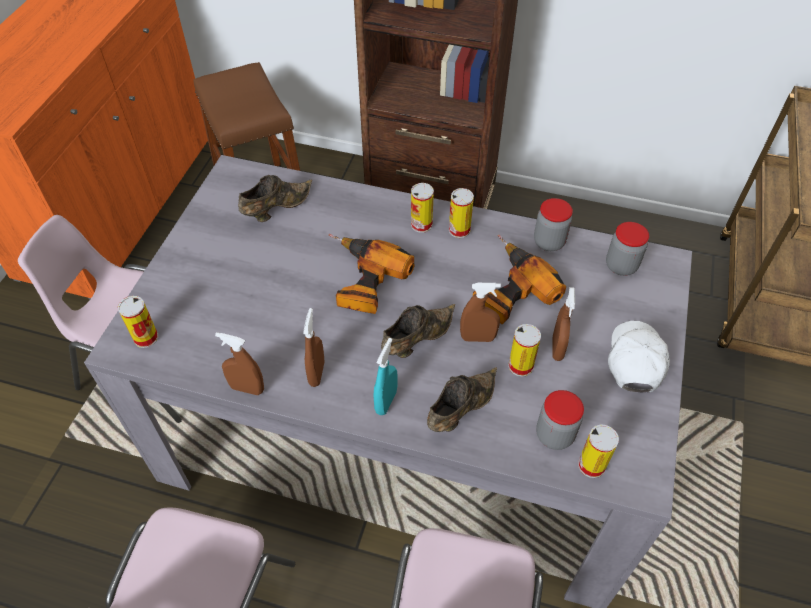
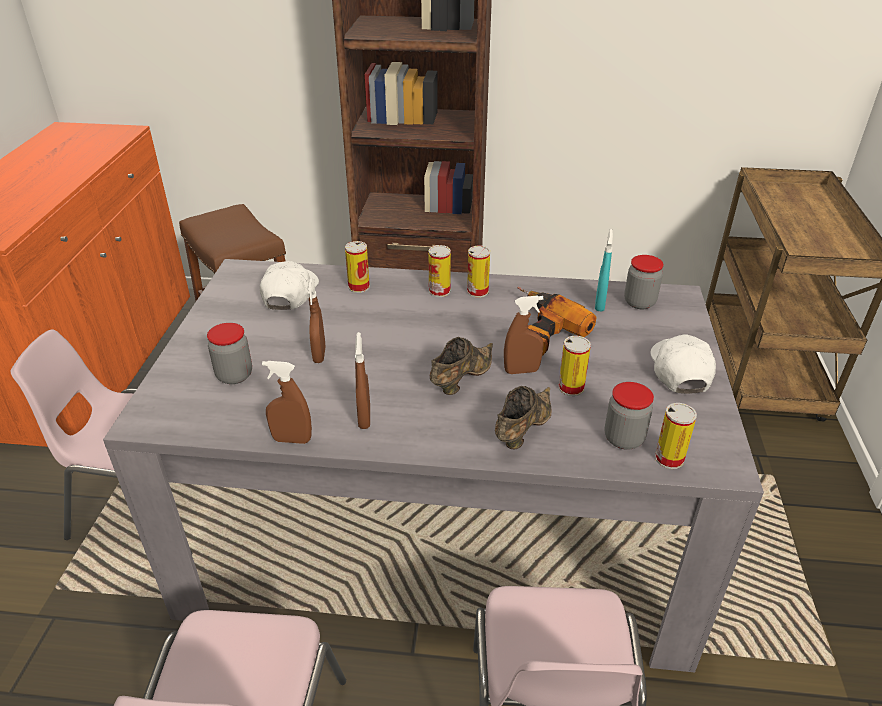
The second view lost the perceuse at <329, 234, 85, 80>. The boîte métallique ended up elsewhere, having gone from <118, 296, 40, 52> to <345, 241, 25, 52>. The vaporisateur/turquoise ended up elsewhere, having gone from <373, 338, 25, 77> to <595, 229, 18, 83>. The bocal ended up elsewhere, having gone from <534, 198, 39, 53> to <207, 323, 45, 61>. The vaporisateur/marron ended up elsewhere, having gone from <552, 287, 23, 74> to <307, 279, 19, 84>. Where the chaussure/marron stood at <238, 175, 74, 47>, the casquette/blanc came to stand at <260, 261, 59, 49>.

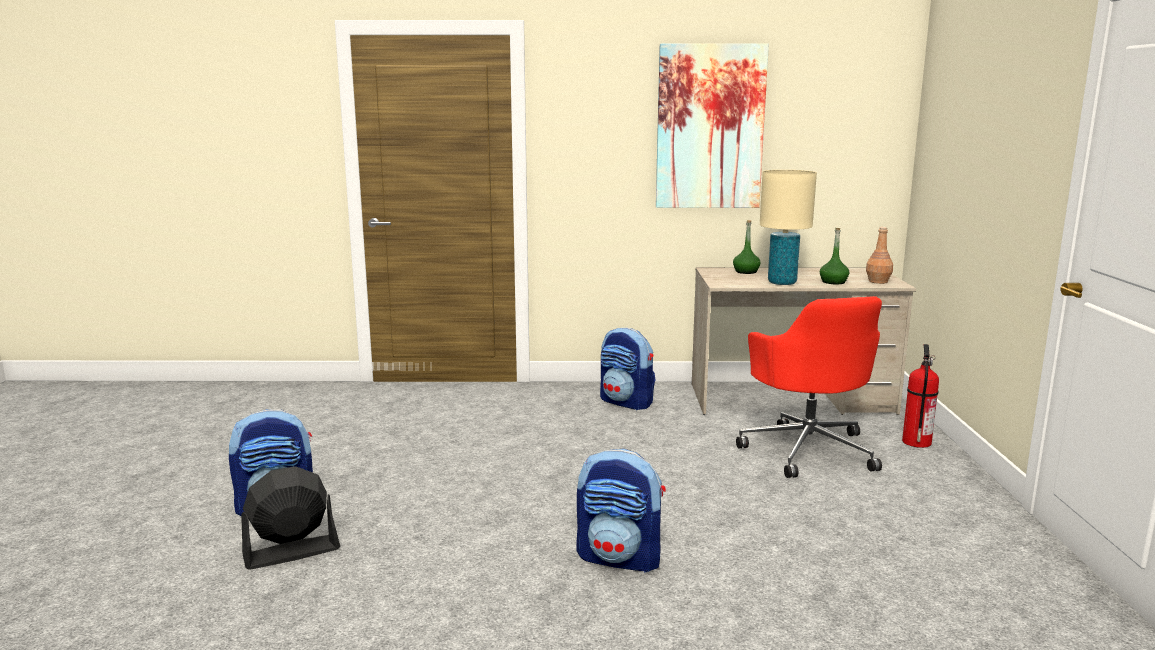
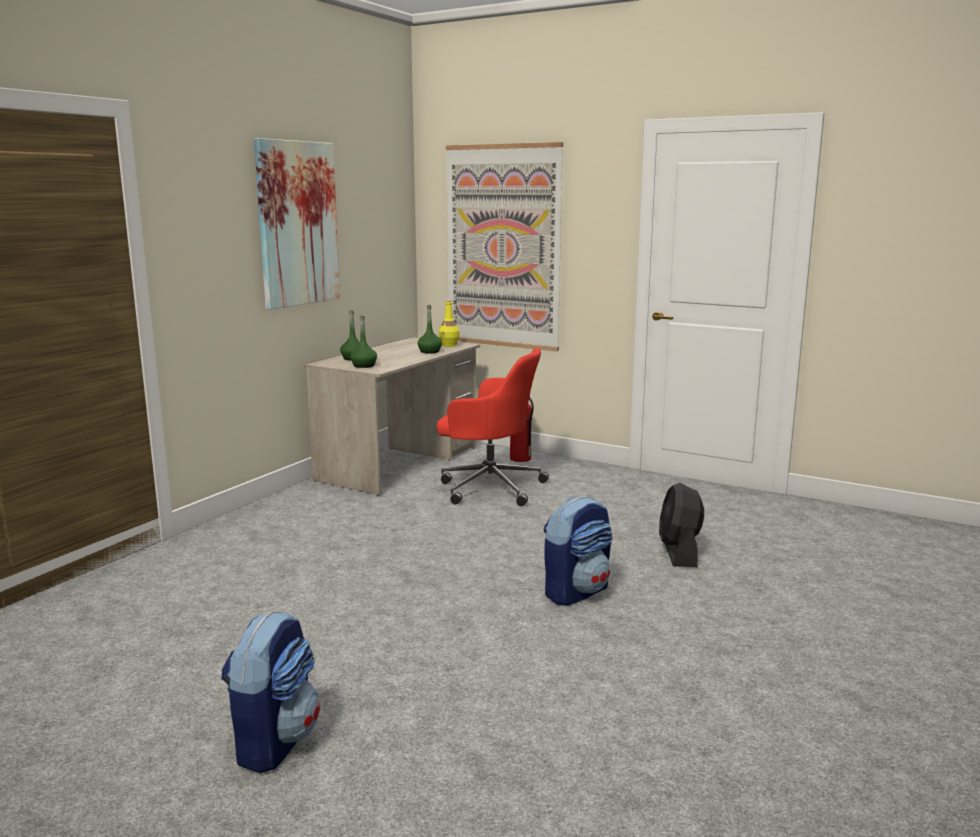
The second view lost the sac à dos at <600, 328, 55, 82>. The second view lost the lampe de table/beige at <760, 170, 57, 115>. The second view gained the bouteille/vert at <350, 315, 27, 53>. The second view gained the tableau at <446, 142, 117, 209>. The ventilateur/noir ended up elsewhere, having gone from <241, 466, 99, 104> to <659, 483, 45, 84>. What was the bouteille/marron at <866, 227, 27, 57> turned into the bouteille/jaune at <439, 300, 21, 47>.

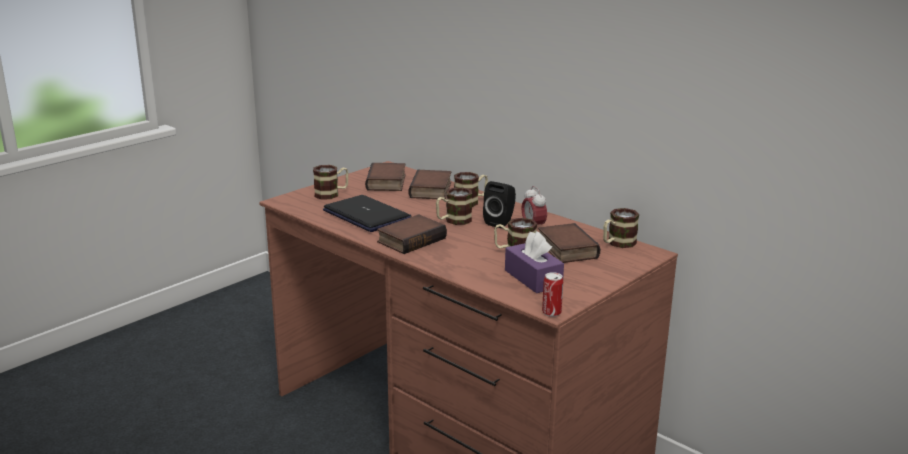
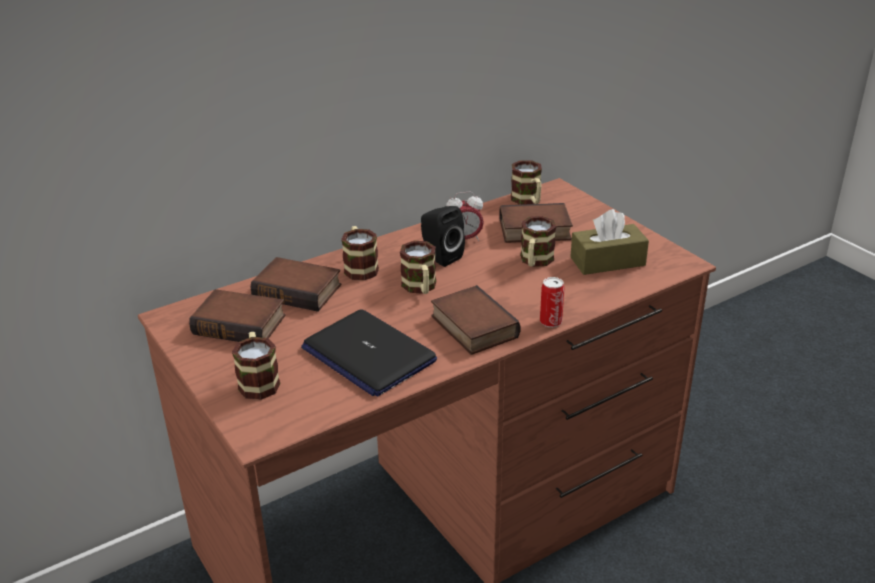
The boîte métallique ended up elsewhere, having gone from <542, 272, 21, 45> to <540, 277, 25, 50>. What was the boîte à mouchoirs/violet at <505, 231, 59, 62> turned into the boîte à mouchoirs/marron at <570, 209, 79, 66>. The ordinateur portable at <323, 195, 88, 37> ended up facing another way, 105 degrees counterclockwise from before.

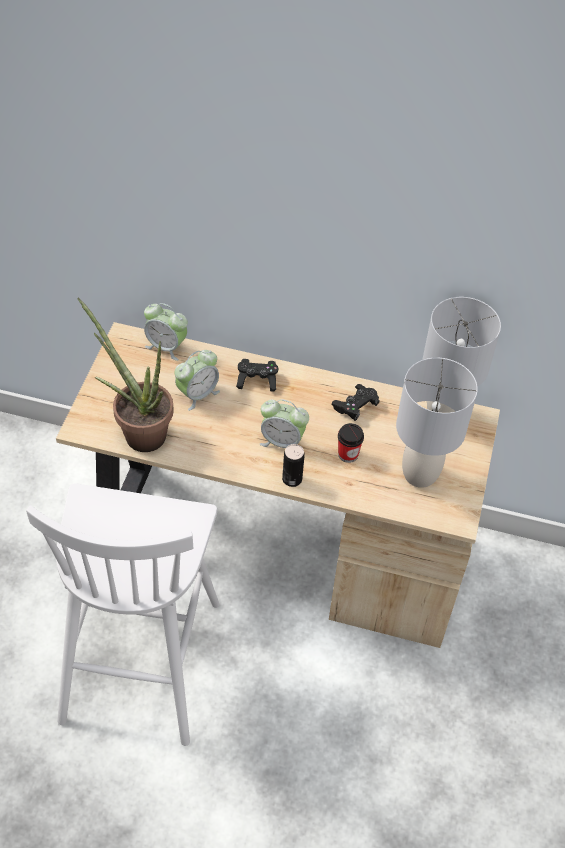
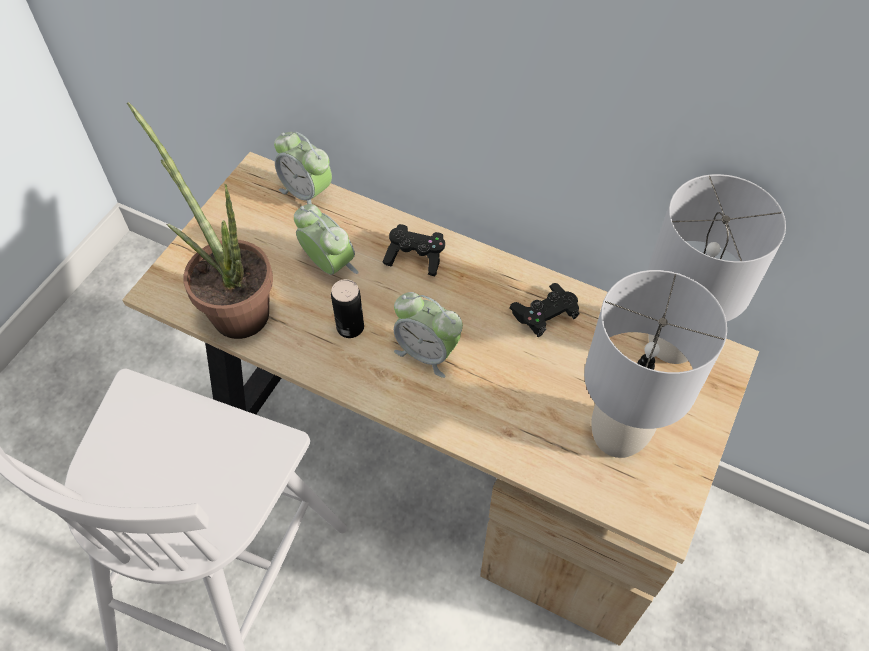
The second view lost the tasse at <338, 423, 26, 40>. The boîte métallique ended up elsewhere, having gone from <282, 444, 23, 43> to <331, 279, 33, 59>. The réveil at <175, 350, 45, 61> ended up facing another way, 105 degrees counterclockwise from before.

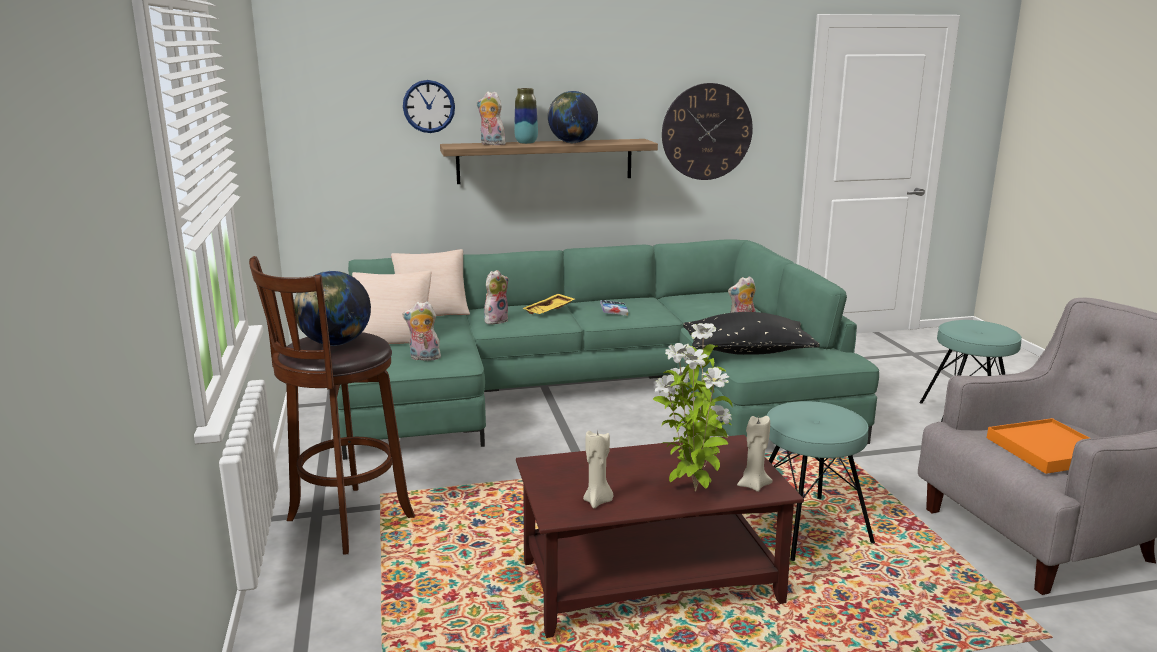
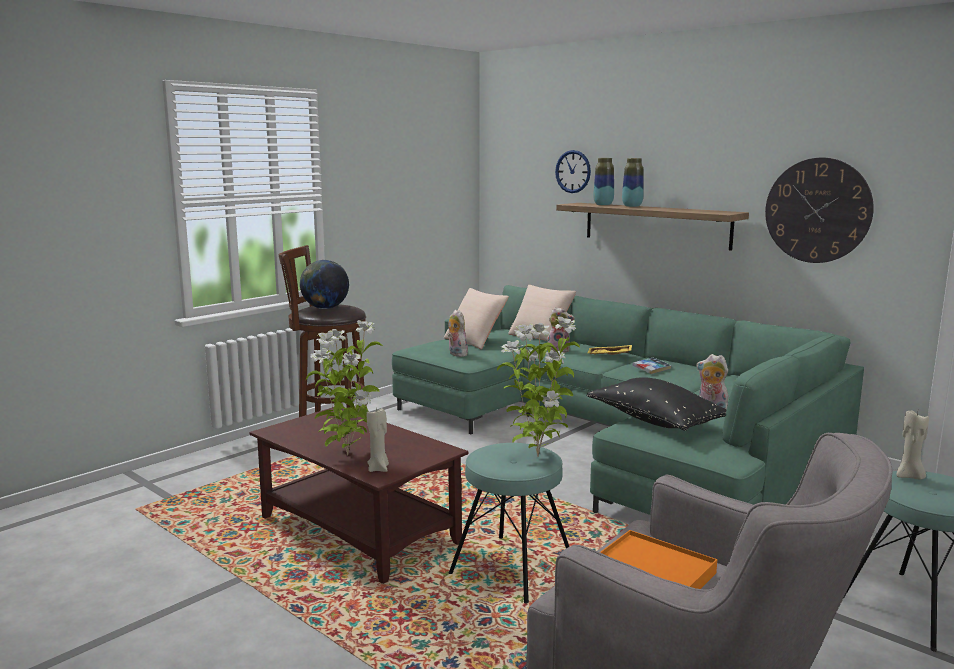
The second view lost the globe at <548, 91, 50, 52>. The second view gained the plante en pot at <497, 317, 83, 140>. The bougie/beige ended up elsewhere, having gone from <583, 431, 30, 77> to <897, 411, 32, 69>. Where the peluche stood at <477, 91, 29, 54>, the vase came to stand at <593, 158, 21, 48>.

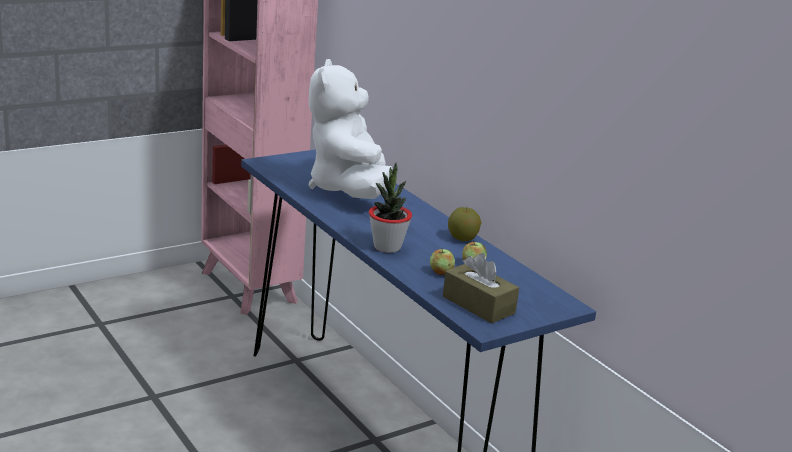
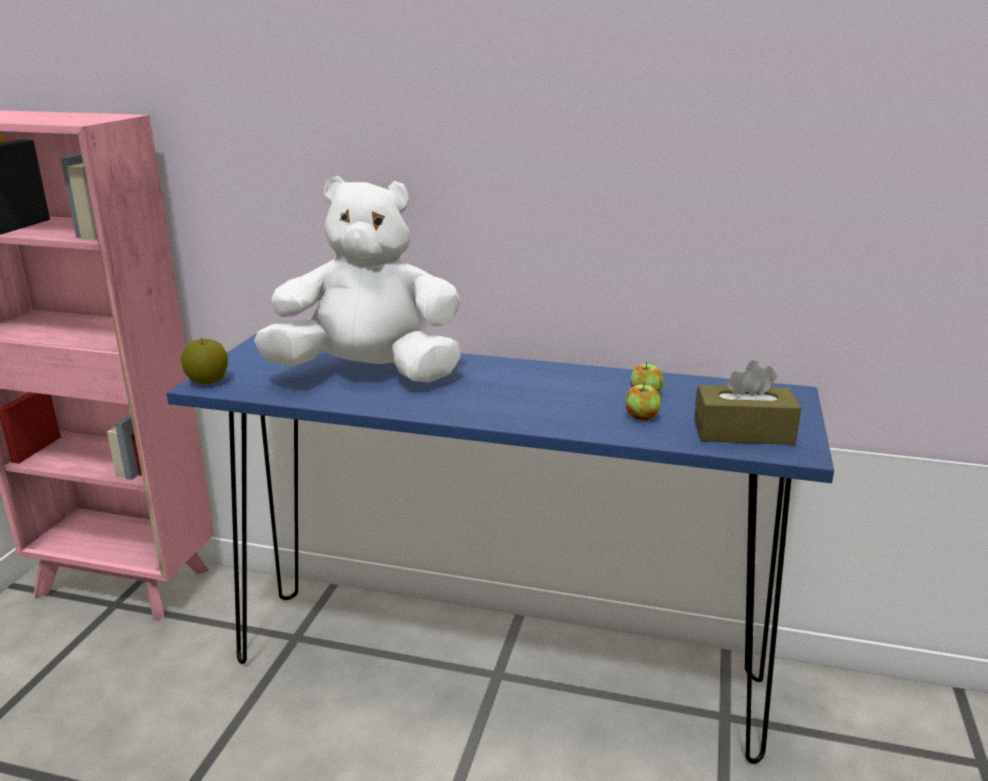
The second view lost the plante en pot at <369, 162, 43, 91>. The pomme ended up elsewhere, having gone from <448, 206, 34, 35> to <180, 337, 48, 47>. The peluche/blanc at <309, 59, 84, 140> ended up facing another way, 135 degrees clockwise from before.

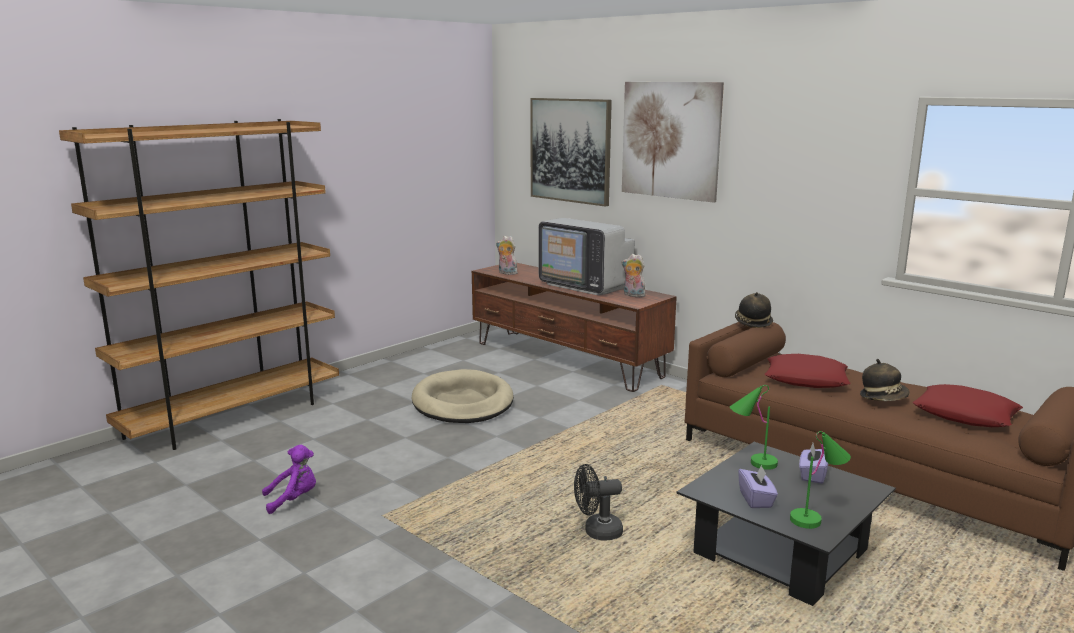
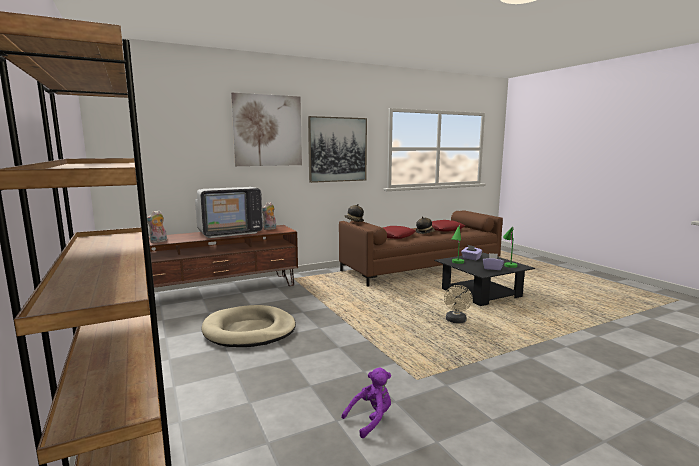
The tableau ended up elsewhere, having gone from <530, 98, 82, 109> to <308, 116, 59, 67>. What was the ventilateur/noir at <574, 464, 49, 76> turned into the ventilateur/beige at <444, 285, 29, 38>. The peluche/violet at <262, 445, 54, 69> ended up facing another way, 60 degrees clockwise from before.

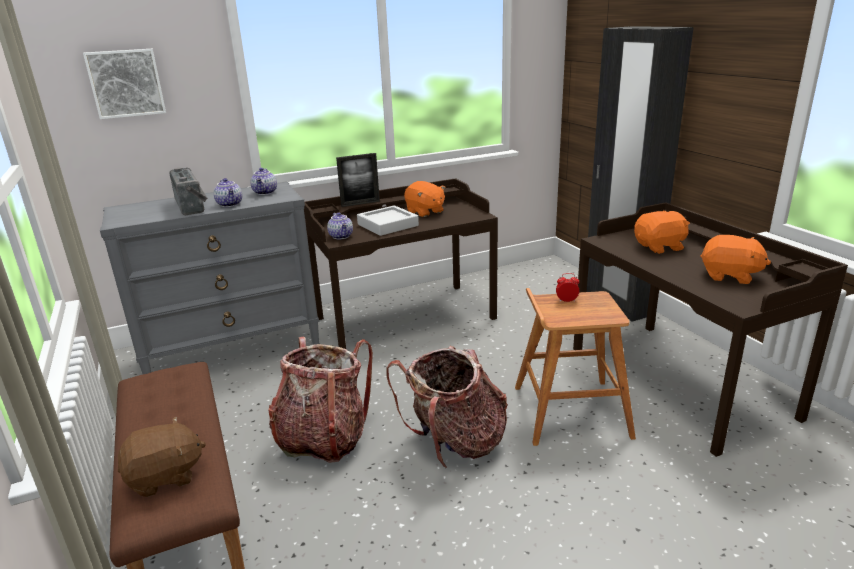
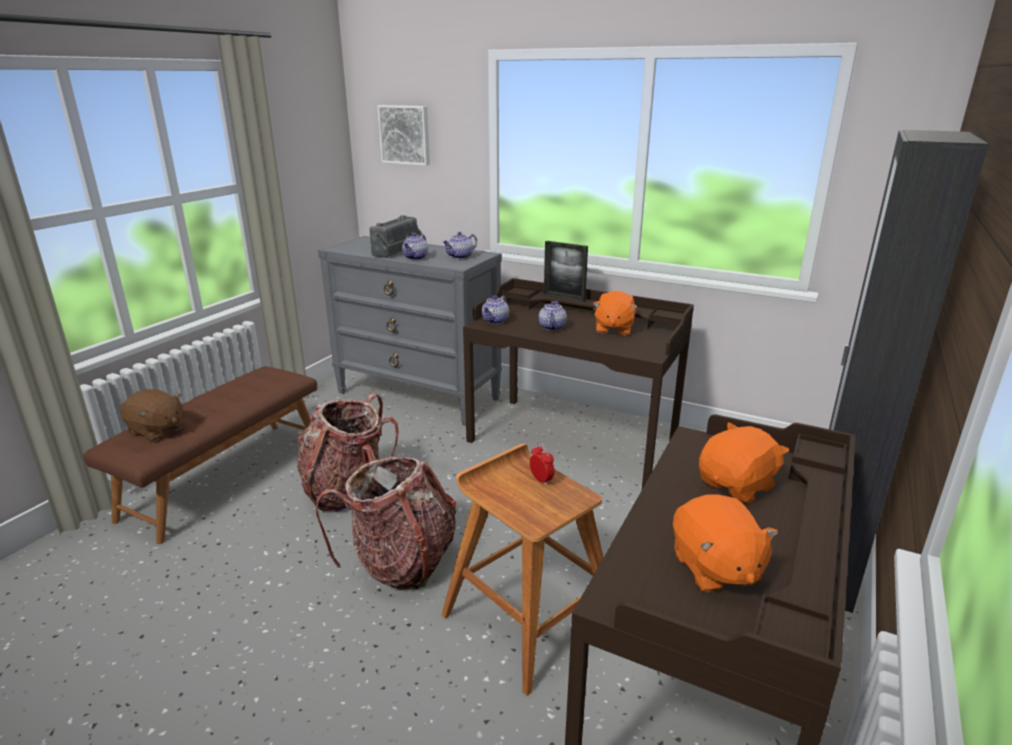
Where the plateau/gris stood at <357, 205, 62, 31>, the théière came to stand at <539, 301, 28, 30>. The peluche/orange at <634, 210, 56, 44> ended up facing another way, 75 degrees counterclockwise from before.

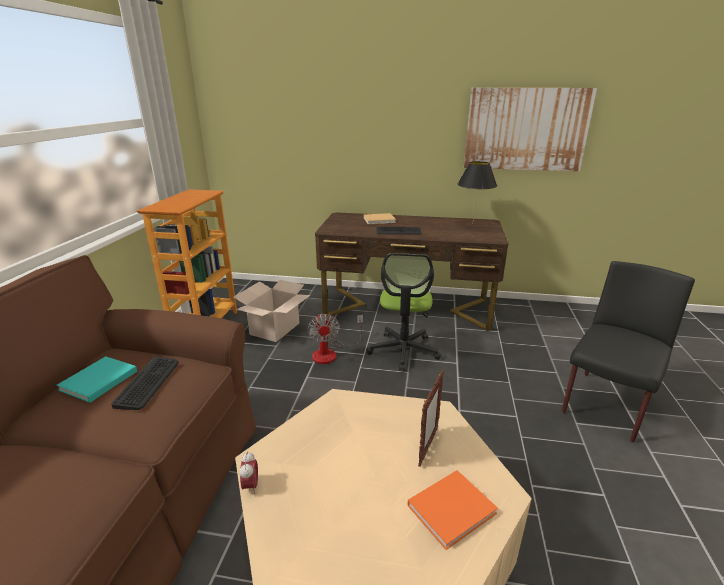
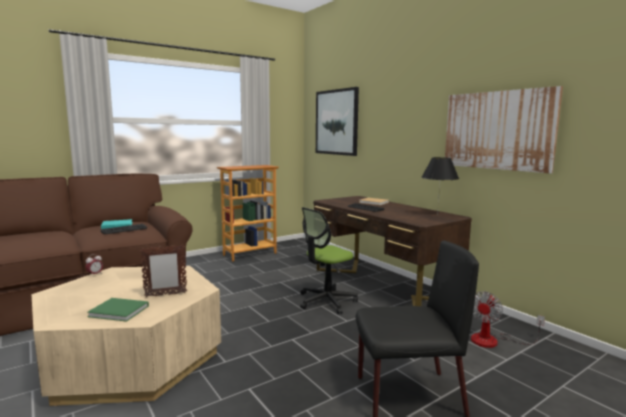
The second view lost the carton at <233, 280, 77, 62>. The second view gained the tableau at <316, 87, 43, 69>. The ventilateur ended up elsewhere, having gone from <308, 313, 55, 51> to <471, 291, 74, 57>. What was the livre/orange at <407, 470, 91, 80> turned into the livre/vert at <87, 298, 62, 24>.

